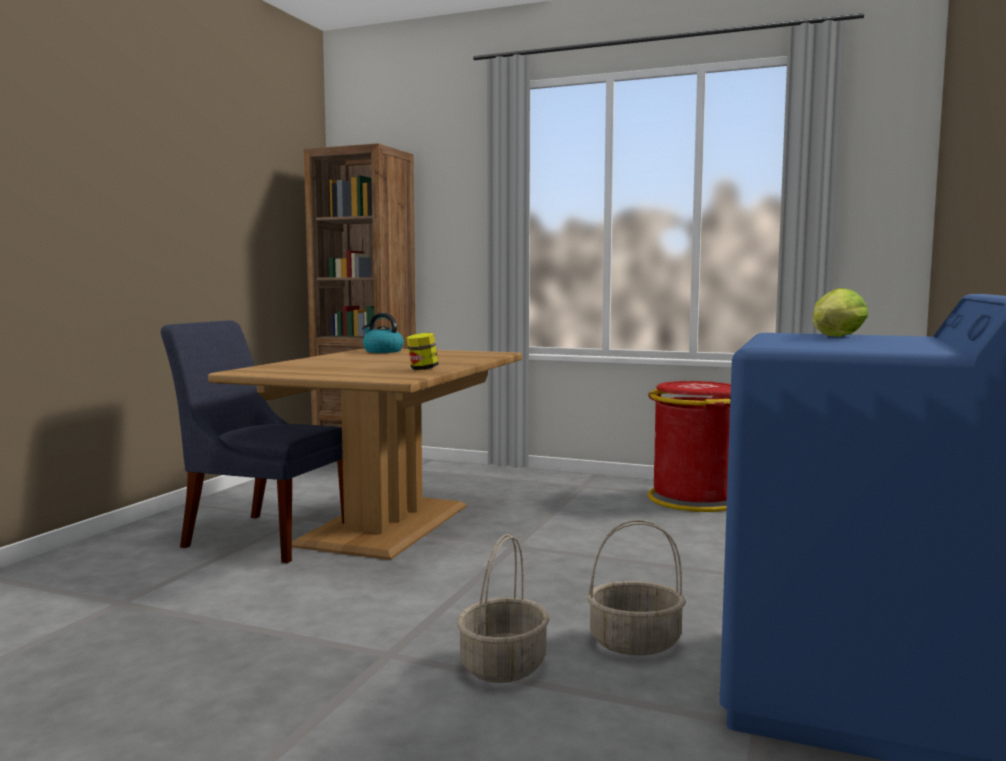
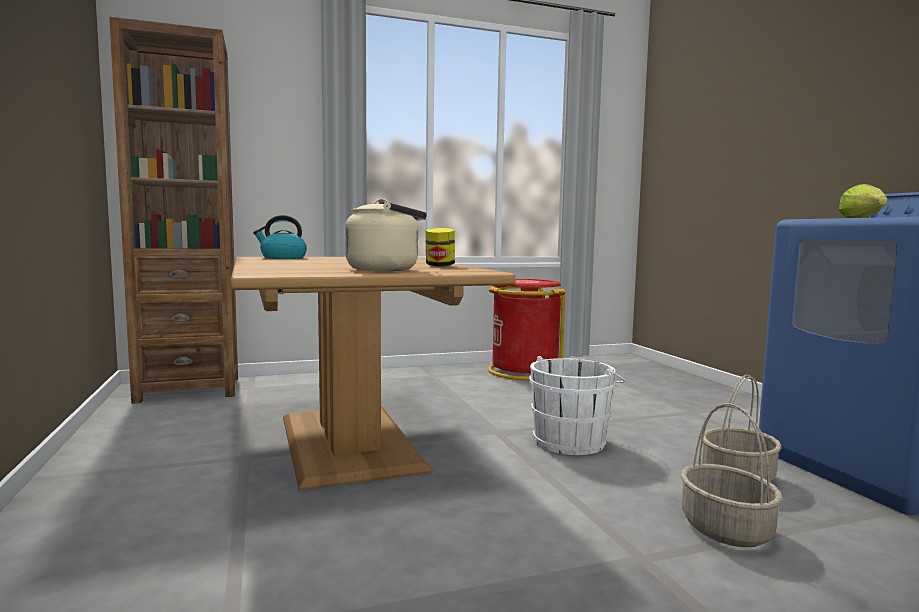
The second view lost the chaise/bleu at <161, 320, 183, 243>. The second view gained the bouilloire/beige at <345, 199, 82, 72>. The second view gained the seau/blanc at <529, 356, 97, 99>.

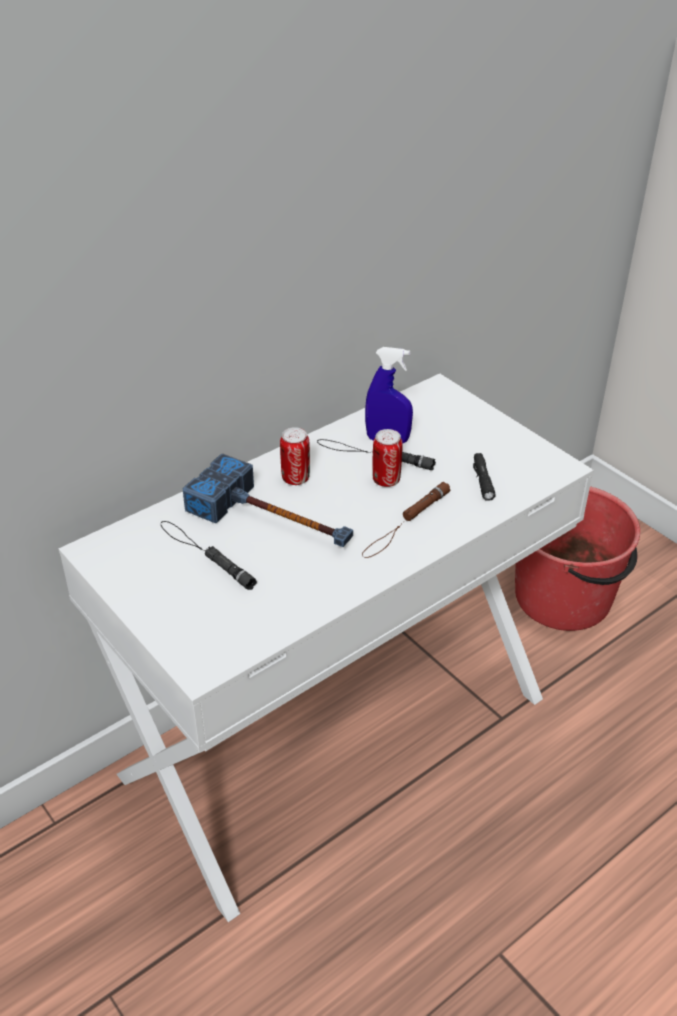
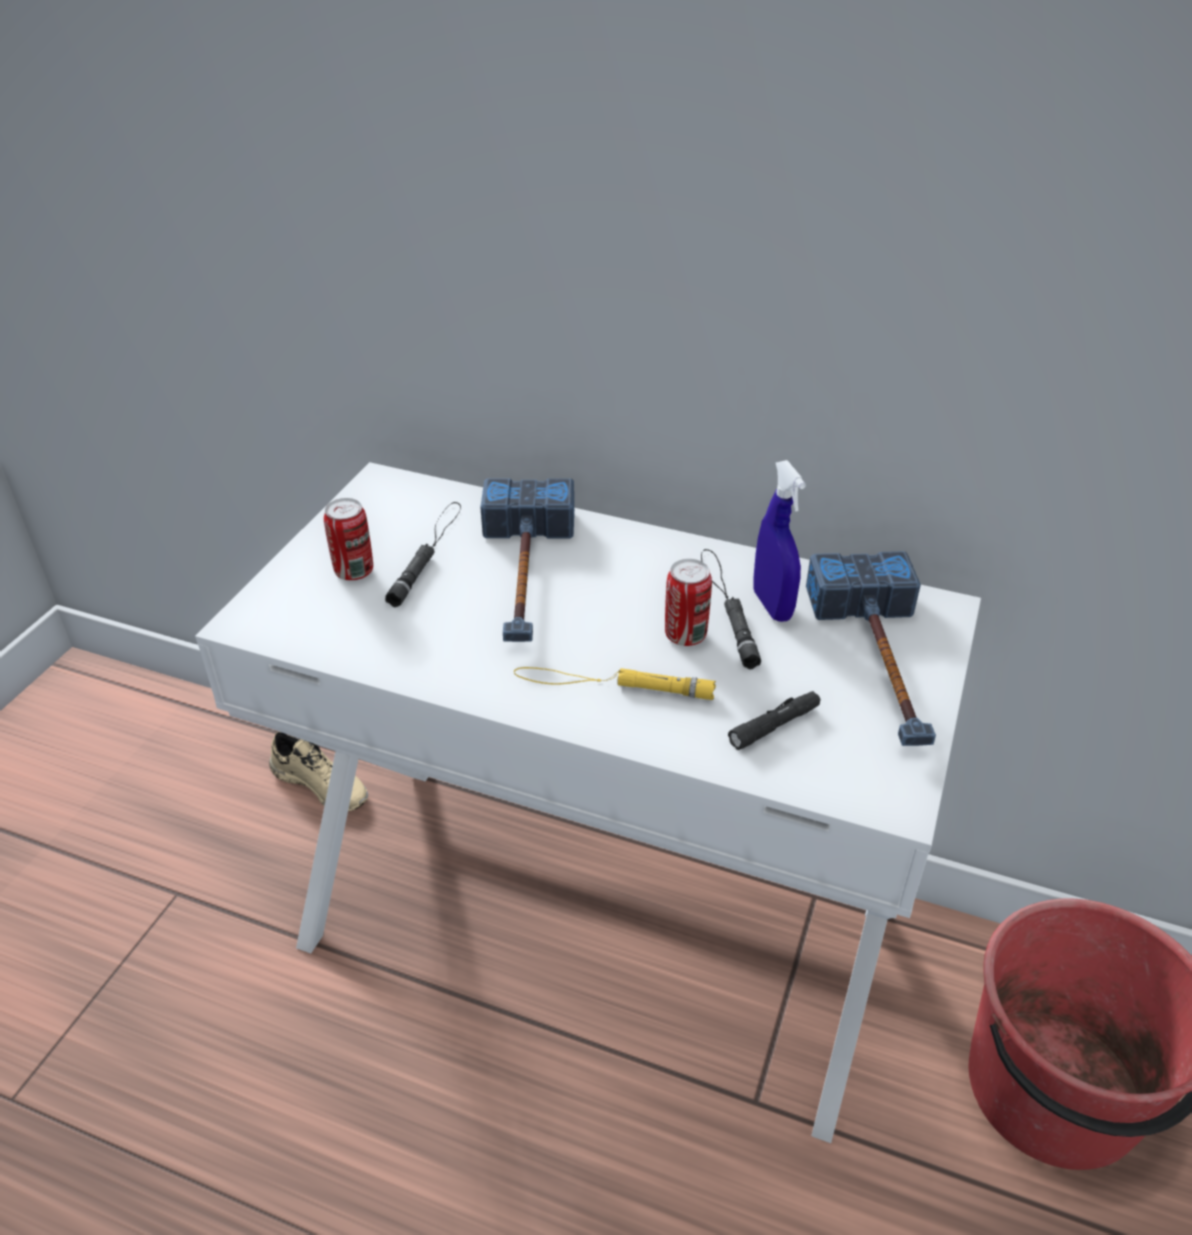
The second view gained the chaussure/beige at <269, 732, 99, 79>. The second view gained the marteau at <806, 551, 130, 195>. The boîte métallique ended up elsewhere, having gone from <280, 427, 30, 58> to <324, 498, 49, 83>. What was the lampe de poche/marron at <362, 482, 88, 76> turned into the lampe de poche/jaune at <514, 667, 202, 33>.

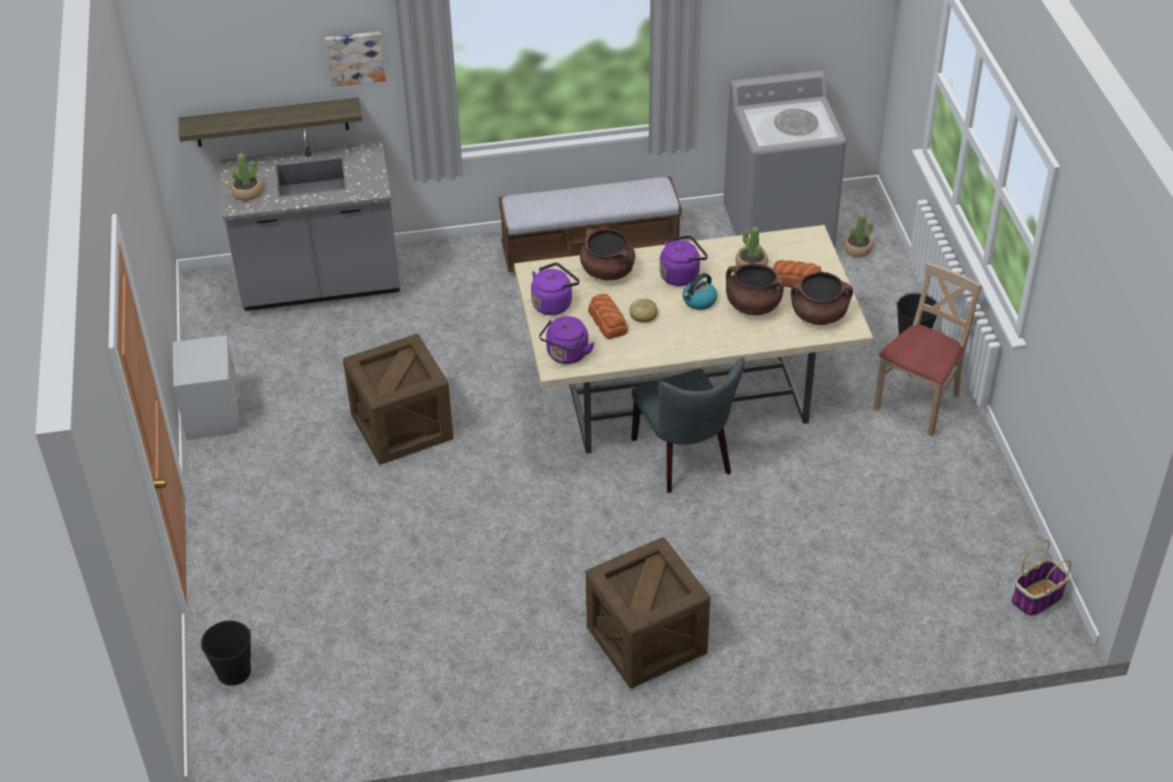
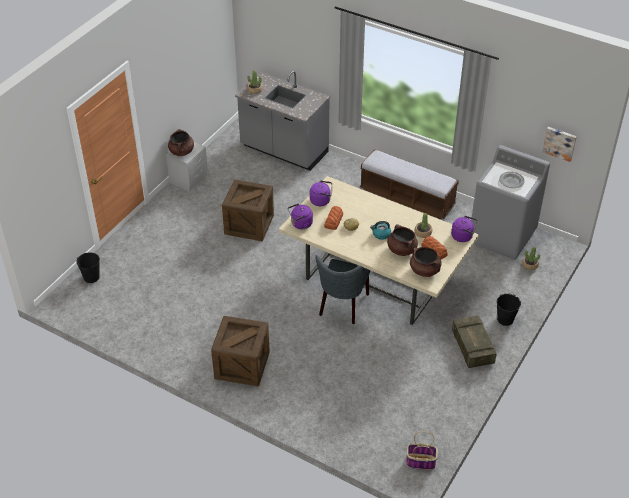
The second view lost the étagère at <179, 97, 183, 50>. The tableau ended up elsewhere, having gone from <325, 31, 61, 56> to <542, 127, 35, 35>. The marmite/marron ended up elsewhere, having gone from <580, 229, 55, 51> to <168, 129, 26, 27>. The bouilloire/violet ended up elsewhere, having gone from <660, 235, 48, 51> to <451, 216, 26, 26>. Where the chaise/beige stood at <874, 262, 108, 174>, the caisse came to stand at <452, 315, 45, 53>.

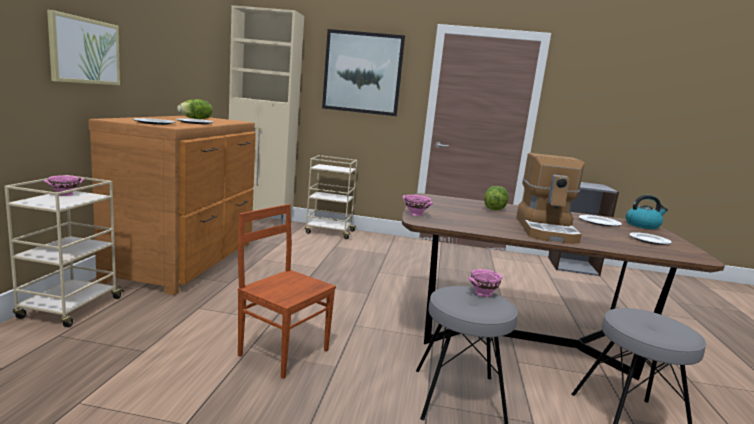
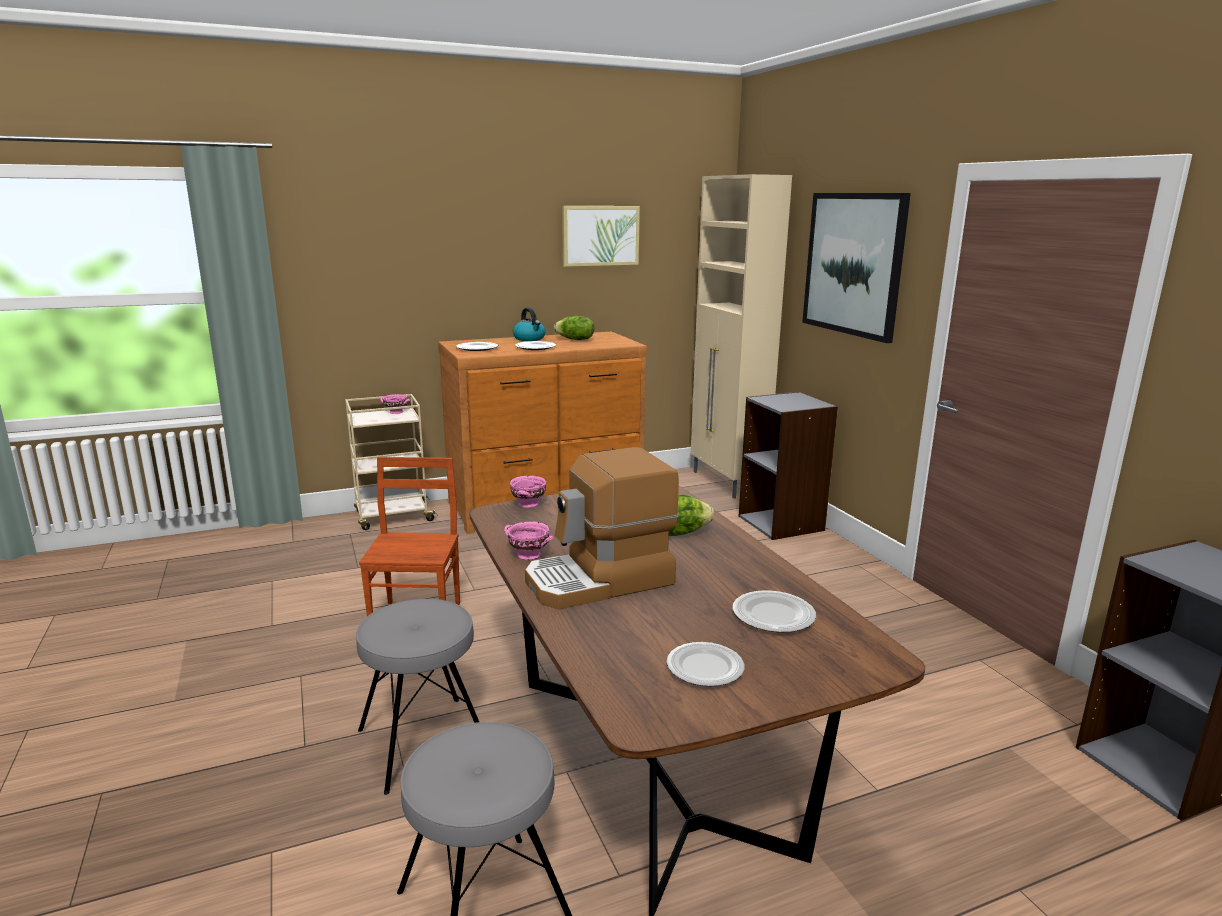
The tableau ended up elsewhere, having gone from <47, 10, 73, 75> to <562, 206, 78, 61>. The bol/rose ended up elsewhere, having gone from <468, 269, 34, 28> to <504, 521, 49, 39>. The bouilloire ended up elsewhere, having gone from <626, 195, 42, 34> to <513, 308, 33, 33>. Where the chariot/beige stood at <305, 155, 52, 84>, the bibliothèque/gris came to stand at <739, 392, 99, 148>.

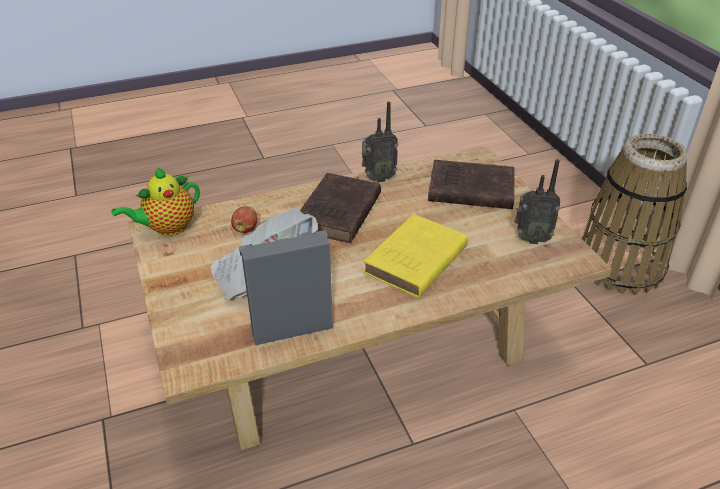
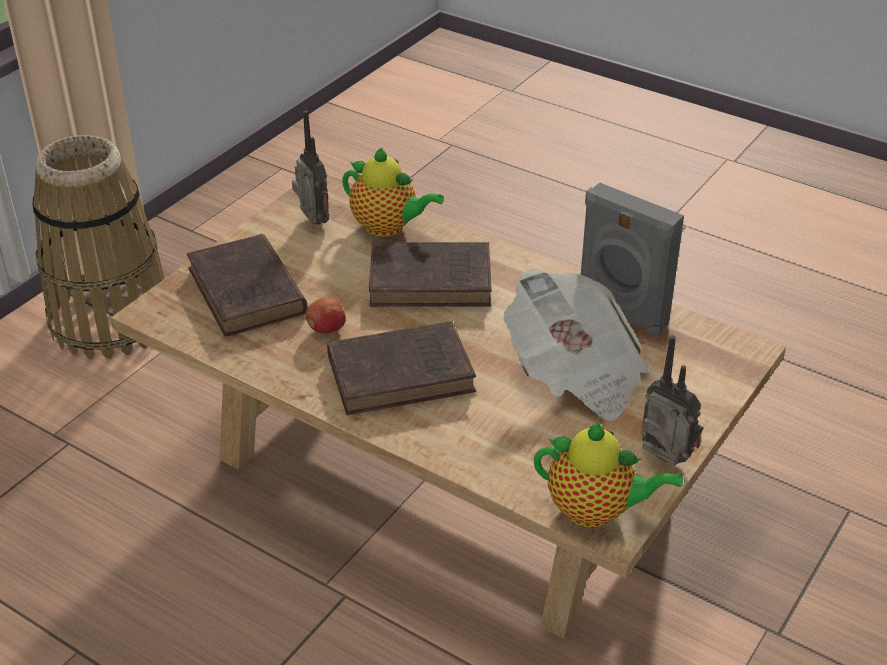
The second view gained the théière at <342, 147, 102, 90>. The pomme ended up elsewhere, having gone from <231, 206, 26, 27> to <306, 297, 40, 36>. The radio ended up elsewhere, having gone from <362, 101, 36, 81> to <641, 335, 63, 131>. What was the livre/jaune at <363, 214, 105, 84> turned into the livre/marron at <369, 242, 123, 65>.

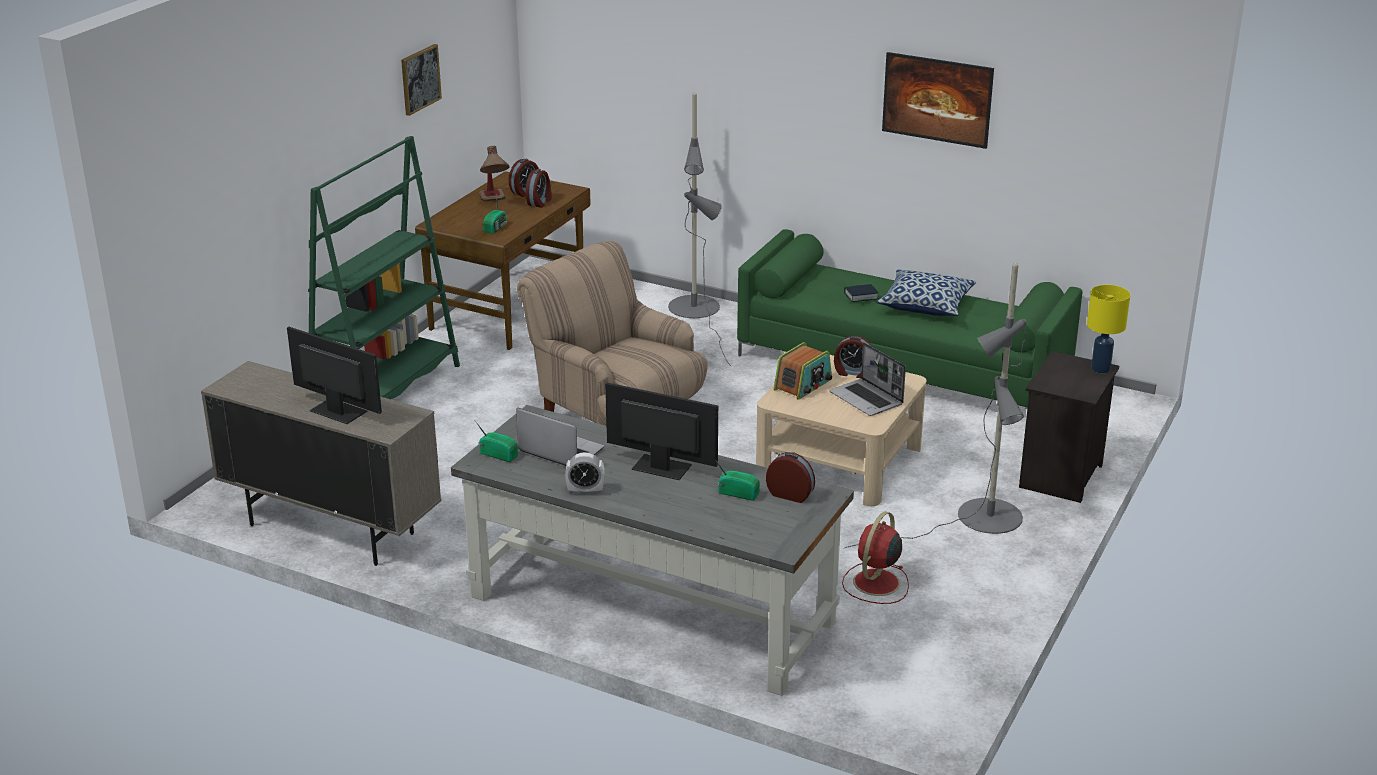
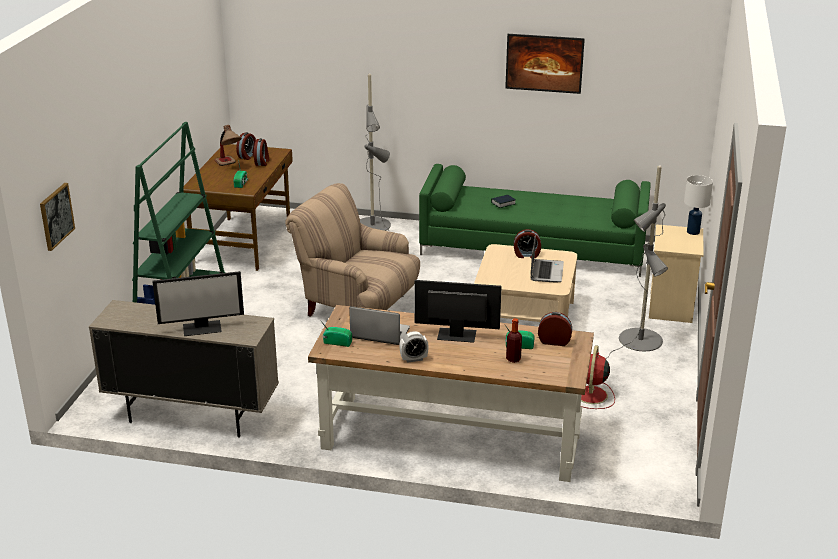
The second view lost the radio at <774, 342, 58, 58>. The second view lost the coussin at <877, 270, 99, 46>. The second view gained the bouteille at <506, 318, 16, 45>. The tableau ended up elsewhere, having gone from <401, 44, 41, 72> to <40, 183, 35, 68>. What was the bureau/gris at <451, 405, 403, 291> turned into the bureau/marron at <308, 305, 286, 177>. What was the table de chevet/noir at <1019, 351, 100, 152> turned into the table de chevet/beige at <649, 224, 54, 99>. What was the lampe de table/jaune at <1087, 285, 43, 88> turned into the lampe de table/blanc at <684, 175, 29, 60>. The écran d'ordinateur at <287, 327, 95, 97> ended up facing another way, 150 degrees clockwise from before. The ordinateur portable at <829, 343, 77, 73> ended up facing another way, 120 degrees counterclockwise from before.

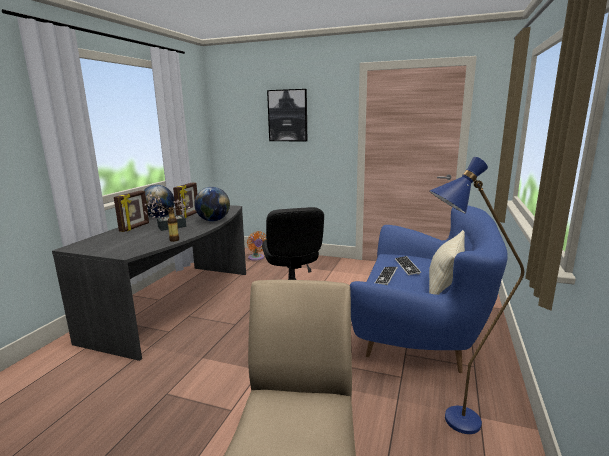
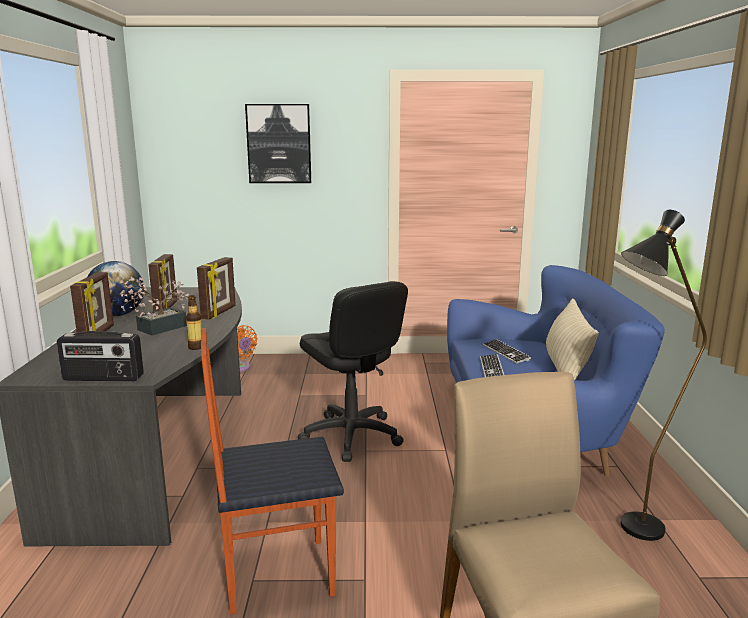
The second view gained the radio at <57, 331, 87, 50>. The second view gained the chaise at <201, 328, 143, 287>. Where the globe stood at <194, 187, 36, 34>, the cadre photo came to stand at <197, 257, 39, 63>. What was the lampadaire/bleu at <430, 157, 94, 277> turned into the lampadaire/noir at <620, 210, 87, 331>.

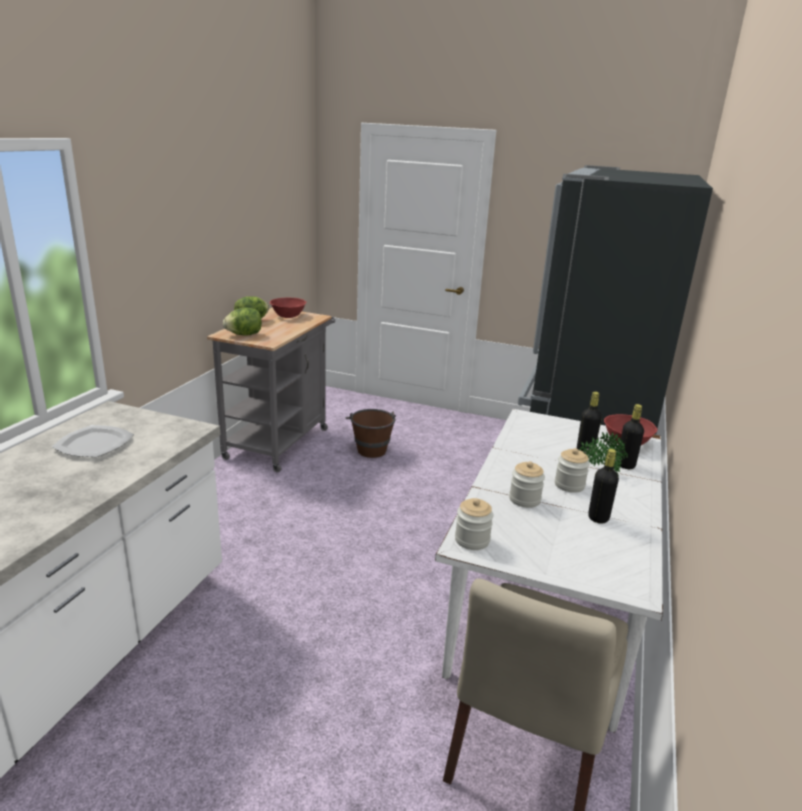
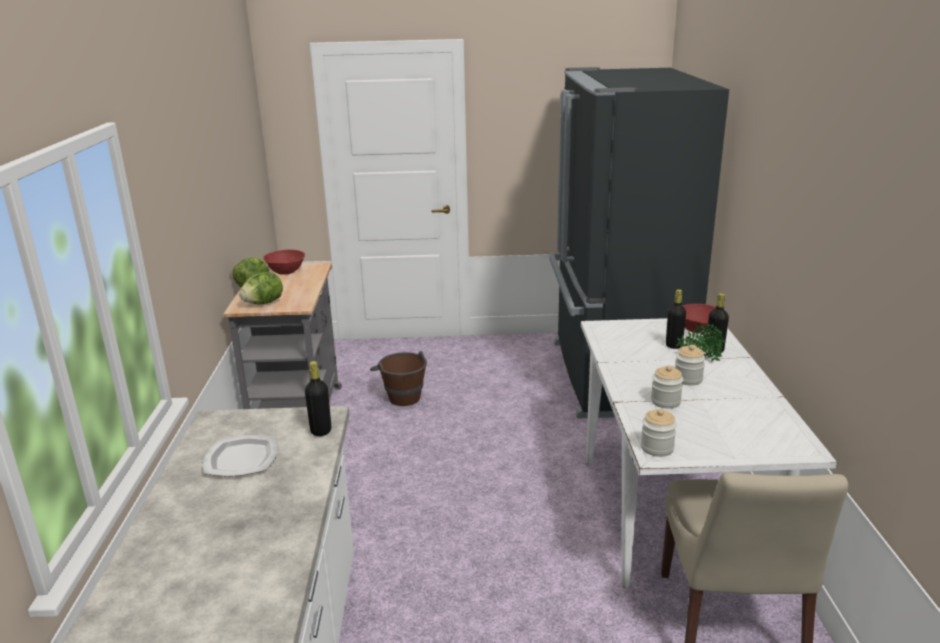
The bouteille/noir ended up elsewhere, having gone from <588, 449, 31, 75> to <305, 361, 26, 75>.

